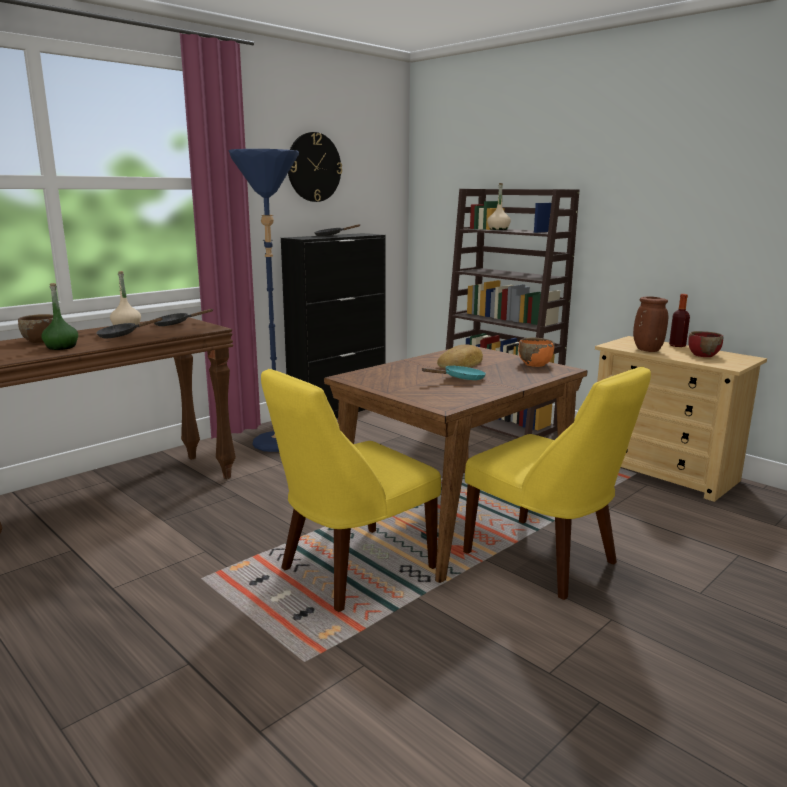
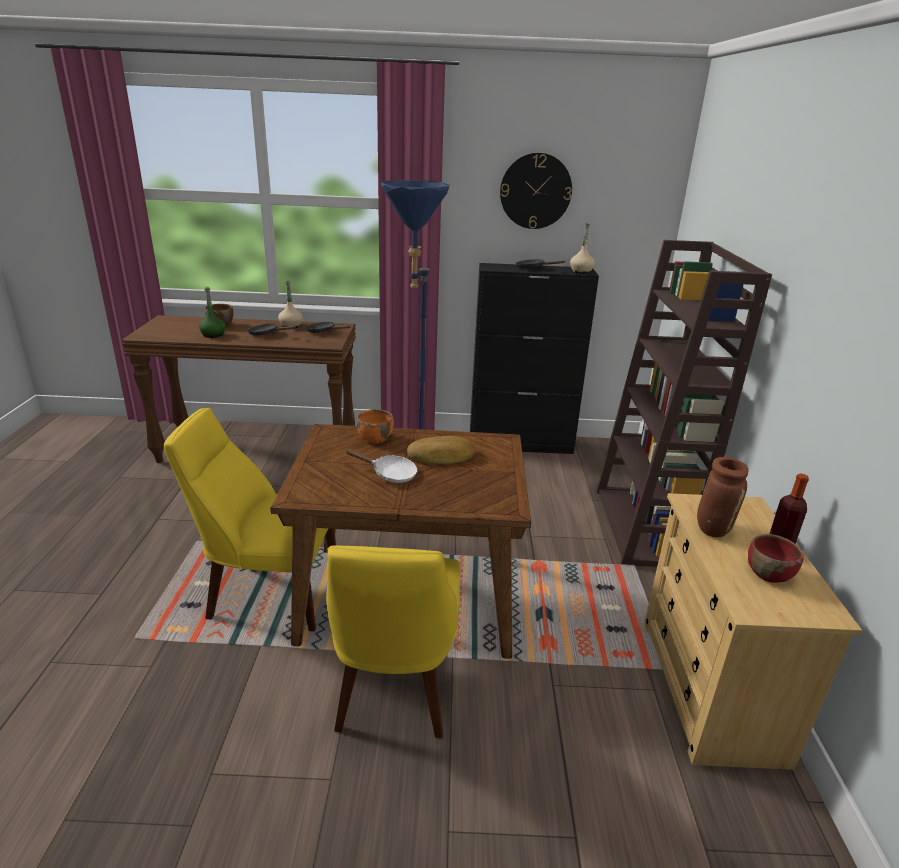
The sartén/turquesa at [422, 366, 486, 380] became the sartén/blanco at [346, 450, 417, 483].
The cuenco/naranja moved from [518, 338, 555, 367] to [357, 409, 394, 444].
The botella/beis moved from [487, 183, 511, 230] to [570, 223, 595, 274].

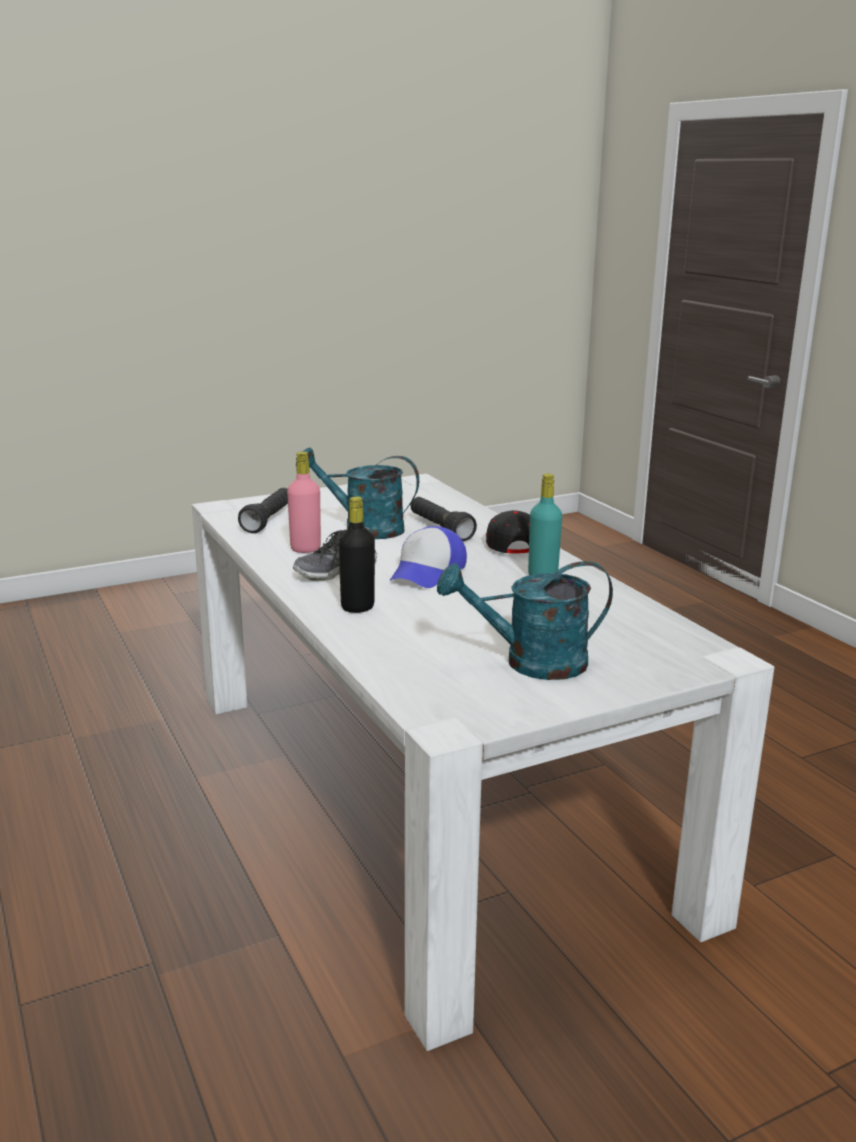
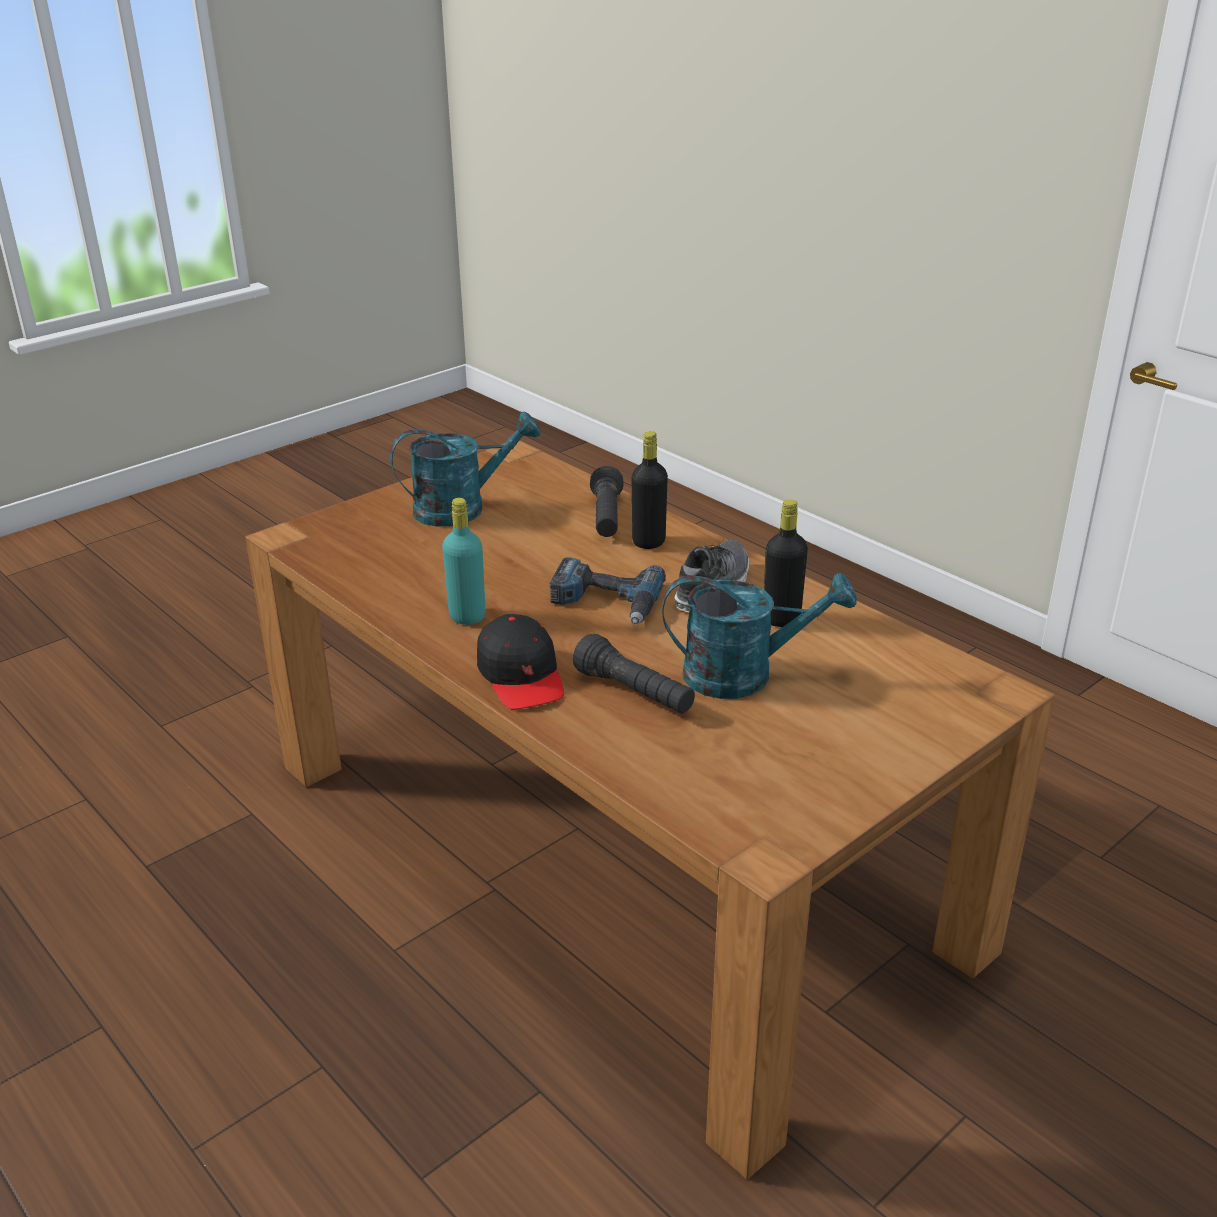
The mesa de comedor/blanco at [192, 474, 775, 1051] became the mesa de comedor/marrón at [245, 440, 1055, 1180].
The gorra at [389, 526, 467, 588] was replaced by the taladro at [549, 557, 666, 625].
The linterna/negro moved from [238, 488, 288, 533] to [590, 466, 624, 537].
The botella/rosa at [287, 452, 321, 553] became the botella/negro at [764, 500, 808, 627].

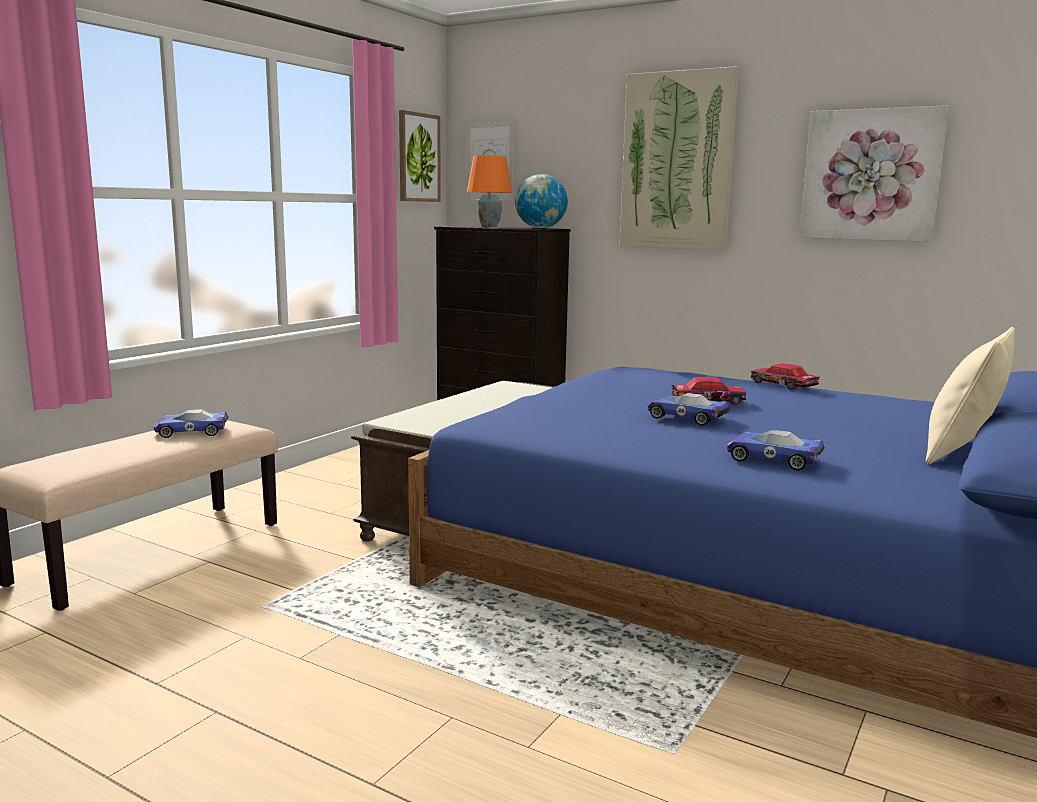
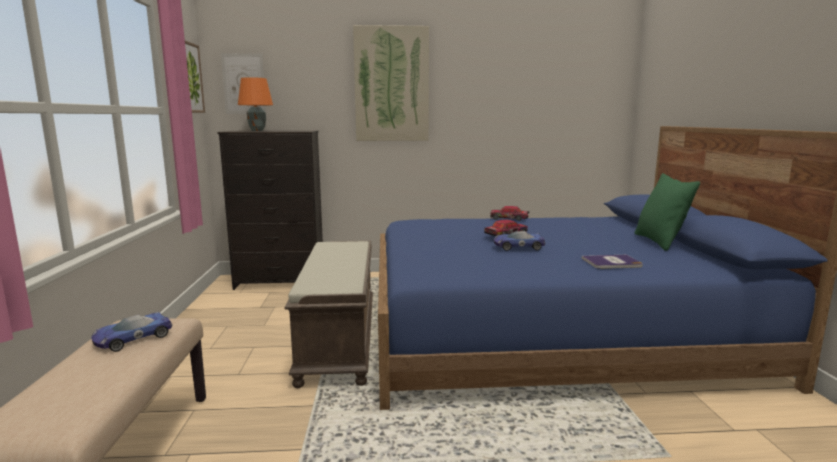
The coche de juguete at [727, 430, 825, 470] was replaced by the libro at [582, 255, 643, 269].
The cojín/beis at [926, 327, 1015, 465] became the cojín/verde at [635, 173, 700, 251].
The globo terráqueo at [515, 174, 568, 228] disappeared.
The cuadro at [800, 105, 949, 242] disappeared.

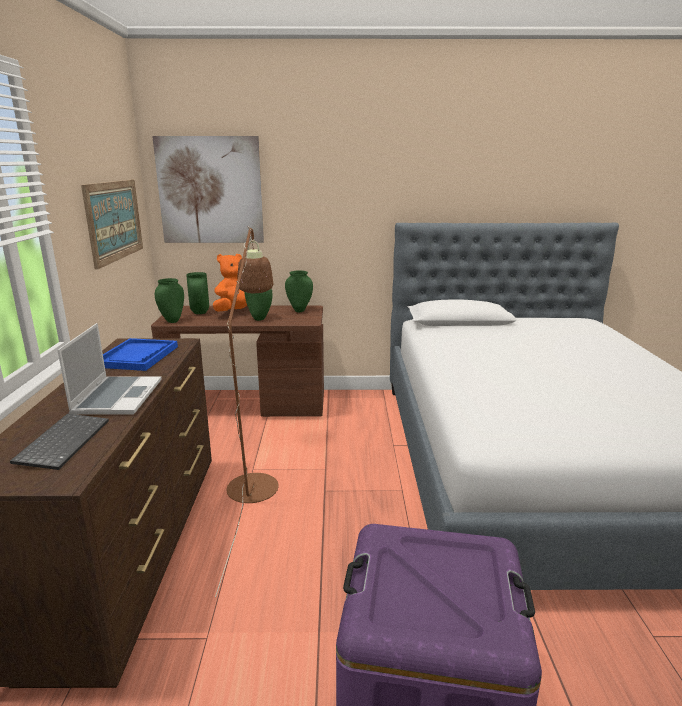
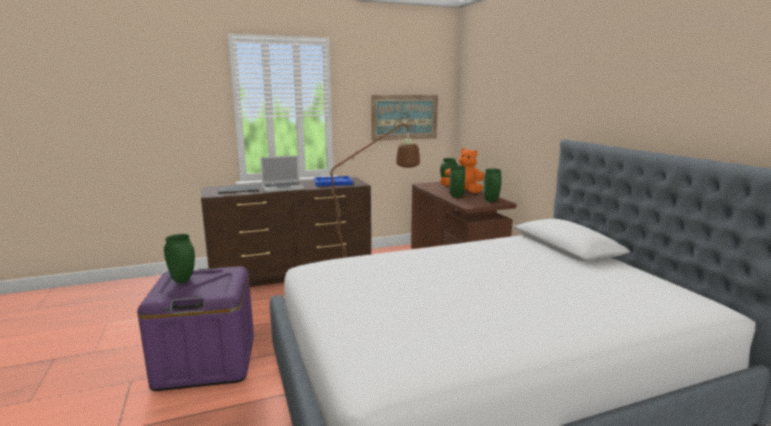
The florero/verde moved from [155, 278, 184, 323] to [164, 234, 195, 283].
The cuadro at [152, 136, 264, 243] disappeared.

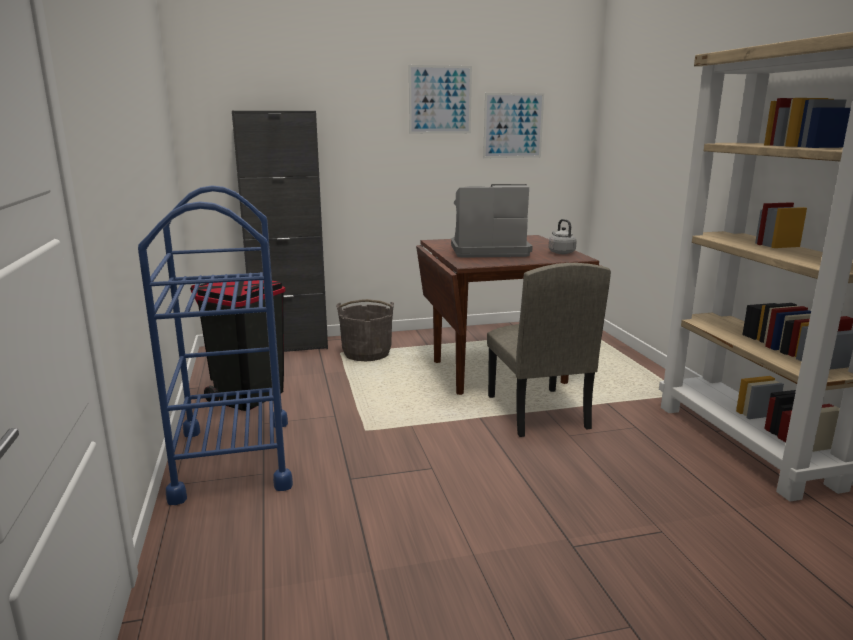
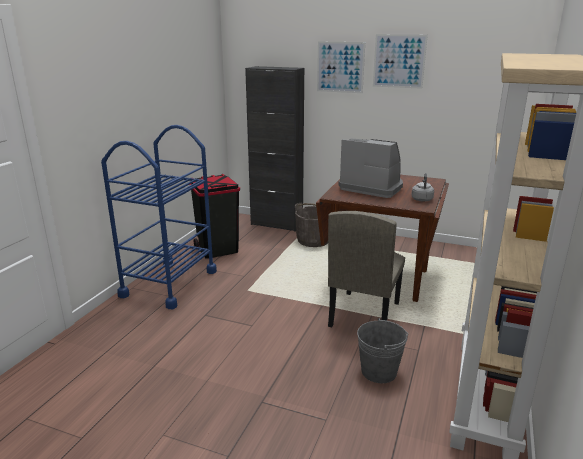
The cuadro moved from [483, 93, 544, 158] to [317, 42, 365, 93].
The cubo/gris at [357, 318, 408, 383] appeared.

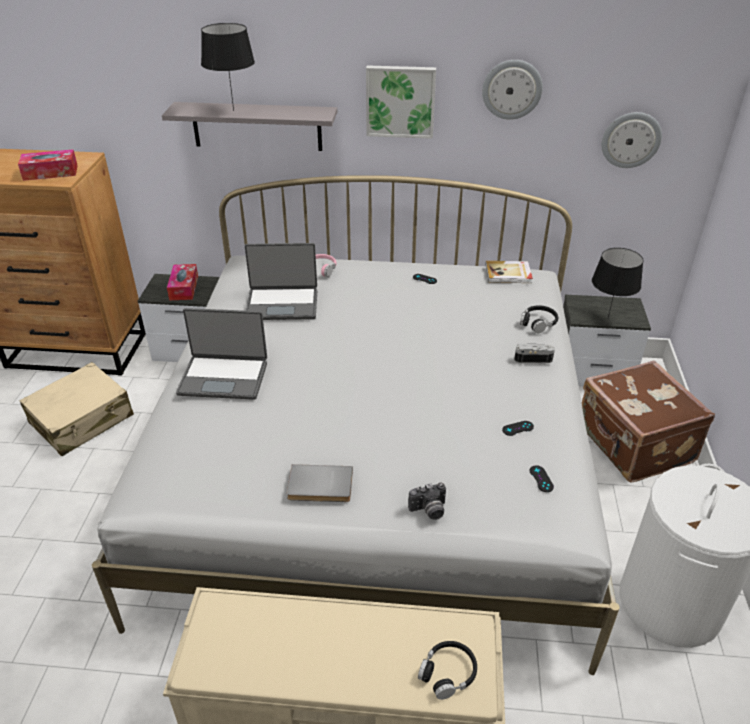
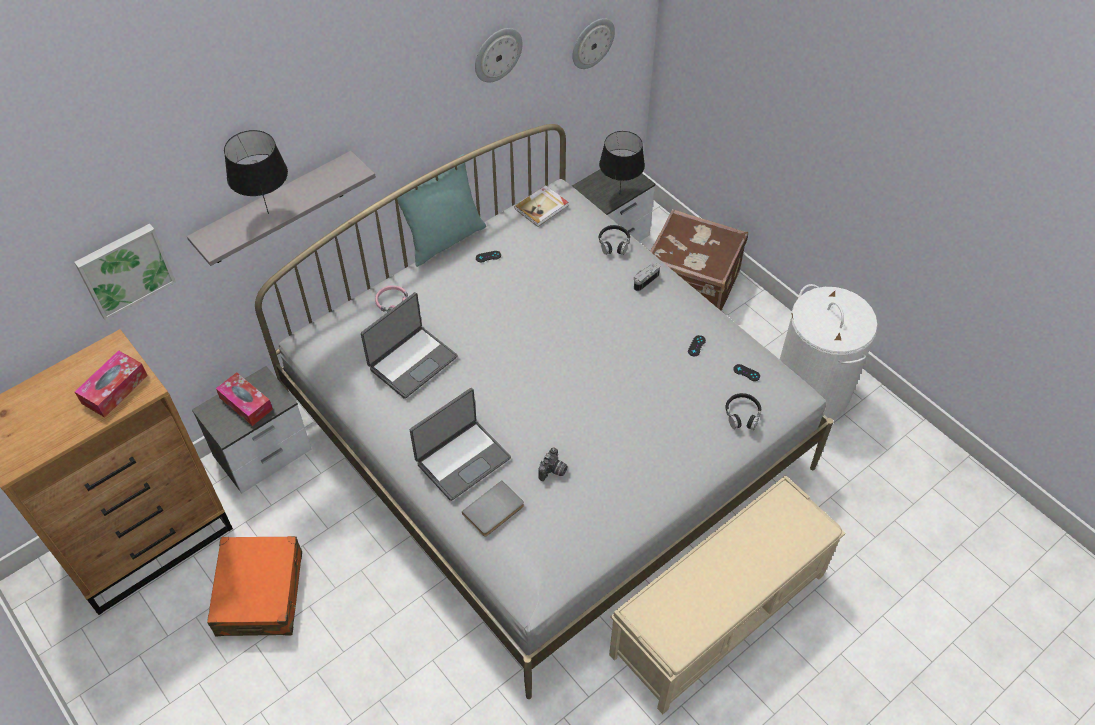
The cuadro moved from [366, 65, 436, 139] to [74, 224, 176, 320].
The maleta/beis at [19, 362, 134, 456] became the maleta/naranja at [207, 536, 302, 636].
The cojín/turquesa at [397, 154, 486, 267] appeared.
The libro/gris moved from [287, 464, 353, 502] to [462, 480, 524, 537].
The cámara moved from [408, 482, 446, 520] to [538, 447, 568, 481].
The auriculares/negro moved from [418, 641, 477, 700] to [725, 393, 761, 430].

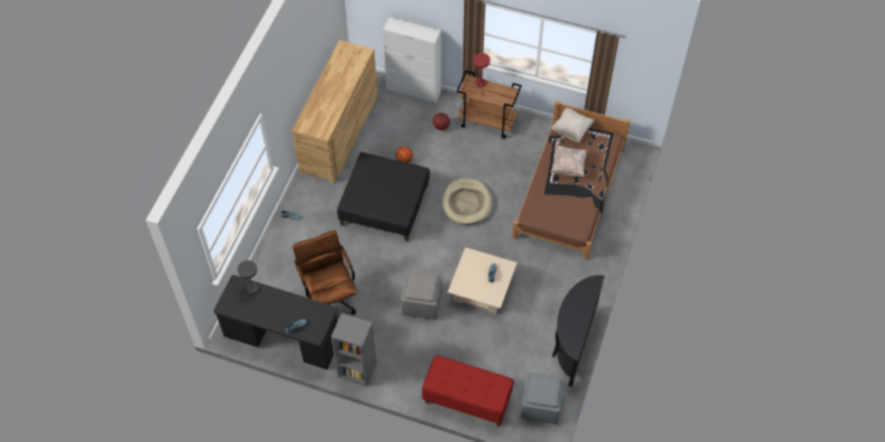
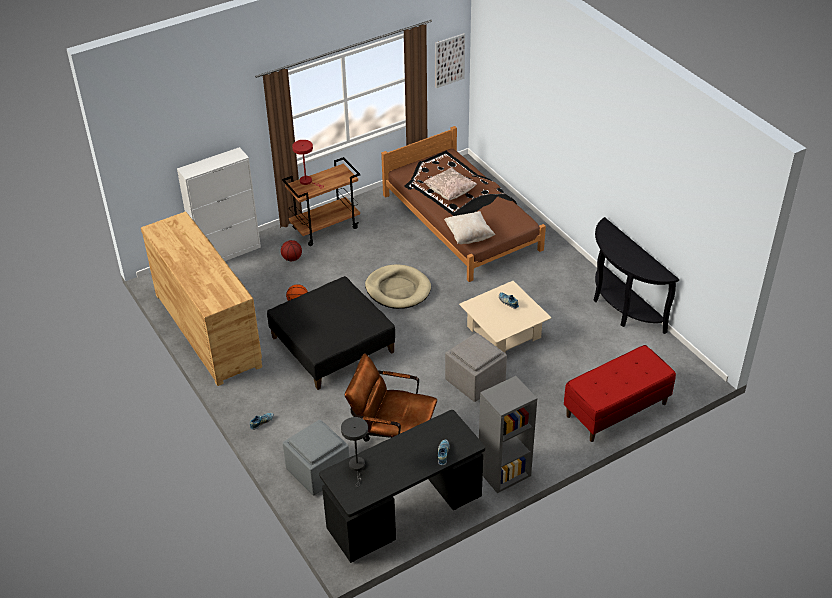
The puf/gris moved from [521, 372, 564, 424] to [283, 420, 349, 495].
The cuadro at [435, 33, 465, 88] appeared.
The cojín/beis moved from [550, 108, 594, 143] to [444, 211, 495, 244].

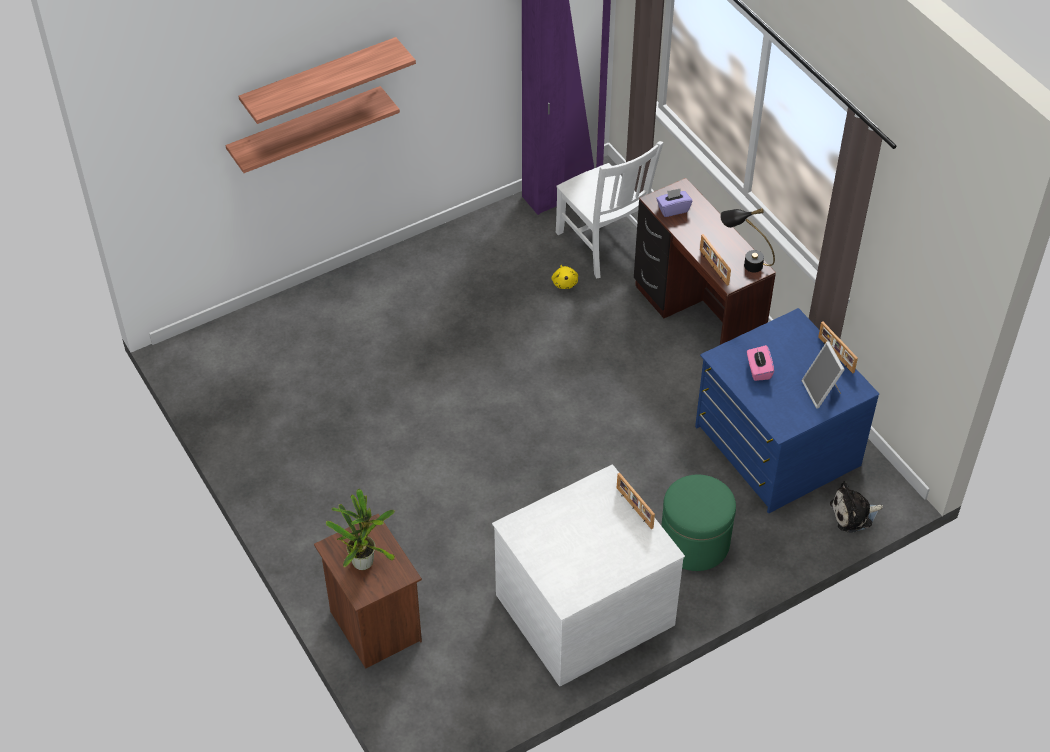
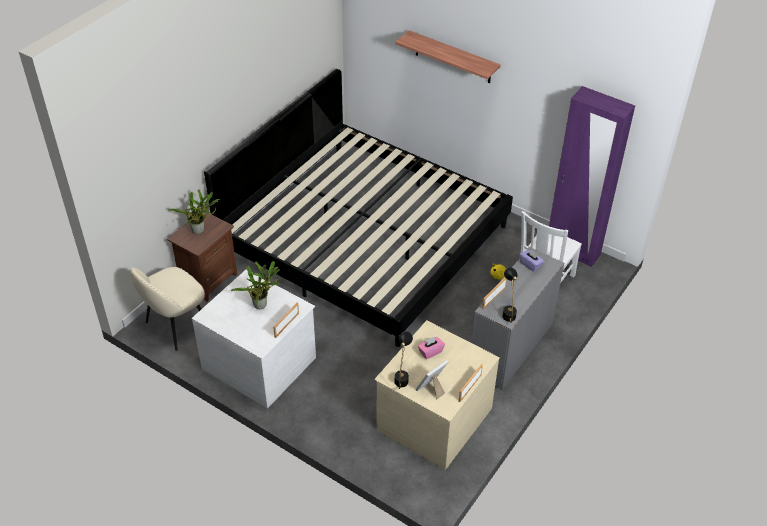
The silla/beis at [130, 267, 205, 351] appeared.
The cama at [204, 69, 513, 347] appeared.
The planta en maceta at [231, 261, 280, 309] appeared.
The cómoda/azul at [695, 308, 879, 513] became the cómoda/beis at [374, 320, 500, 470].
The lámpara de mesa/negro at [394, 331, 413, 389] appeared.
The escritorio/marrón at [634, 178, 776, 345] became the escritorio/gris at [471, 247, 564, 390].
The estante at [225, 86, 400, 173] disappeared.
The puf/verde at [661, 475, 736, 571] disappeared.
The peluche at [830, 481, 883, 533] disappeared.

